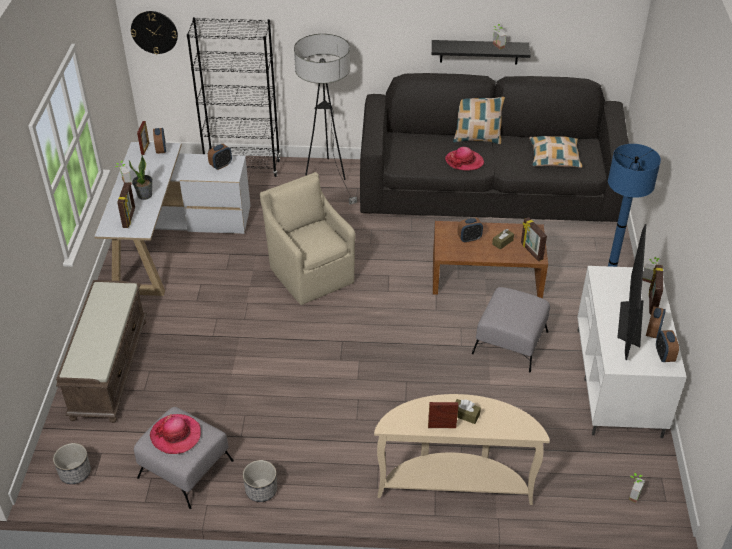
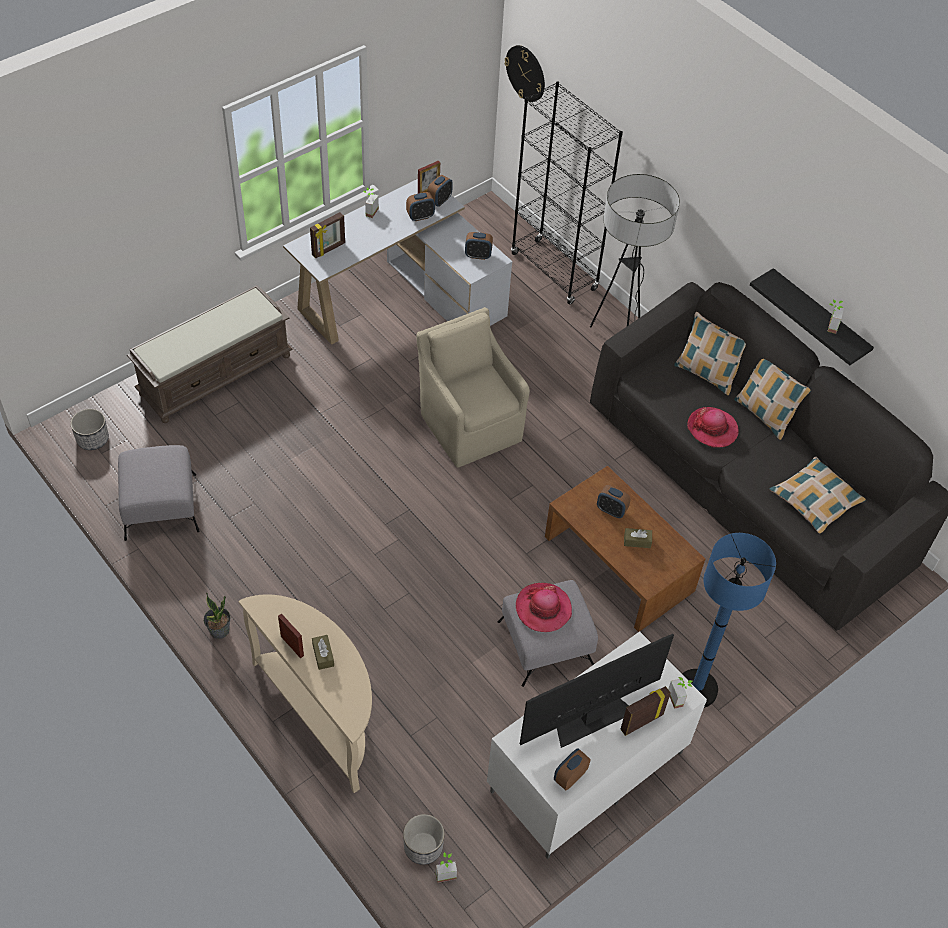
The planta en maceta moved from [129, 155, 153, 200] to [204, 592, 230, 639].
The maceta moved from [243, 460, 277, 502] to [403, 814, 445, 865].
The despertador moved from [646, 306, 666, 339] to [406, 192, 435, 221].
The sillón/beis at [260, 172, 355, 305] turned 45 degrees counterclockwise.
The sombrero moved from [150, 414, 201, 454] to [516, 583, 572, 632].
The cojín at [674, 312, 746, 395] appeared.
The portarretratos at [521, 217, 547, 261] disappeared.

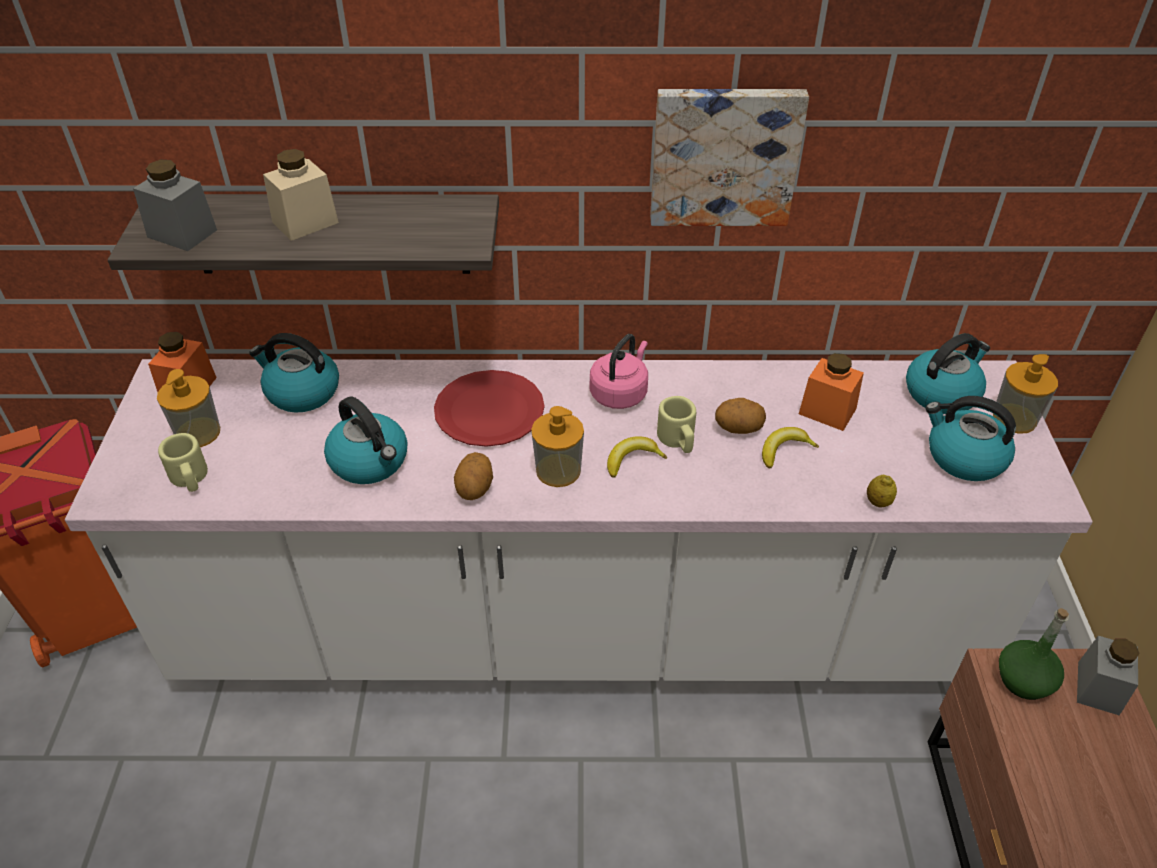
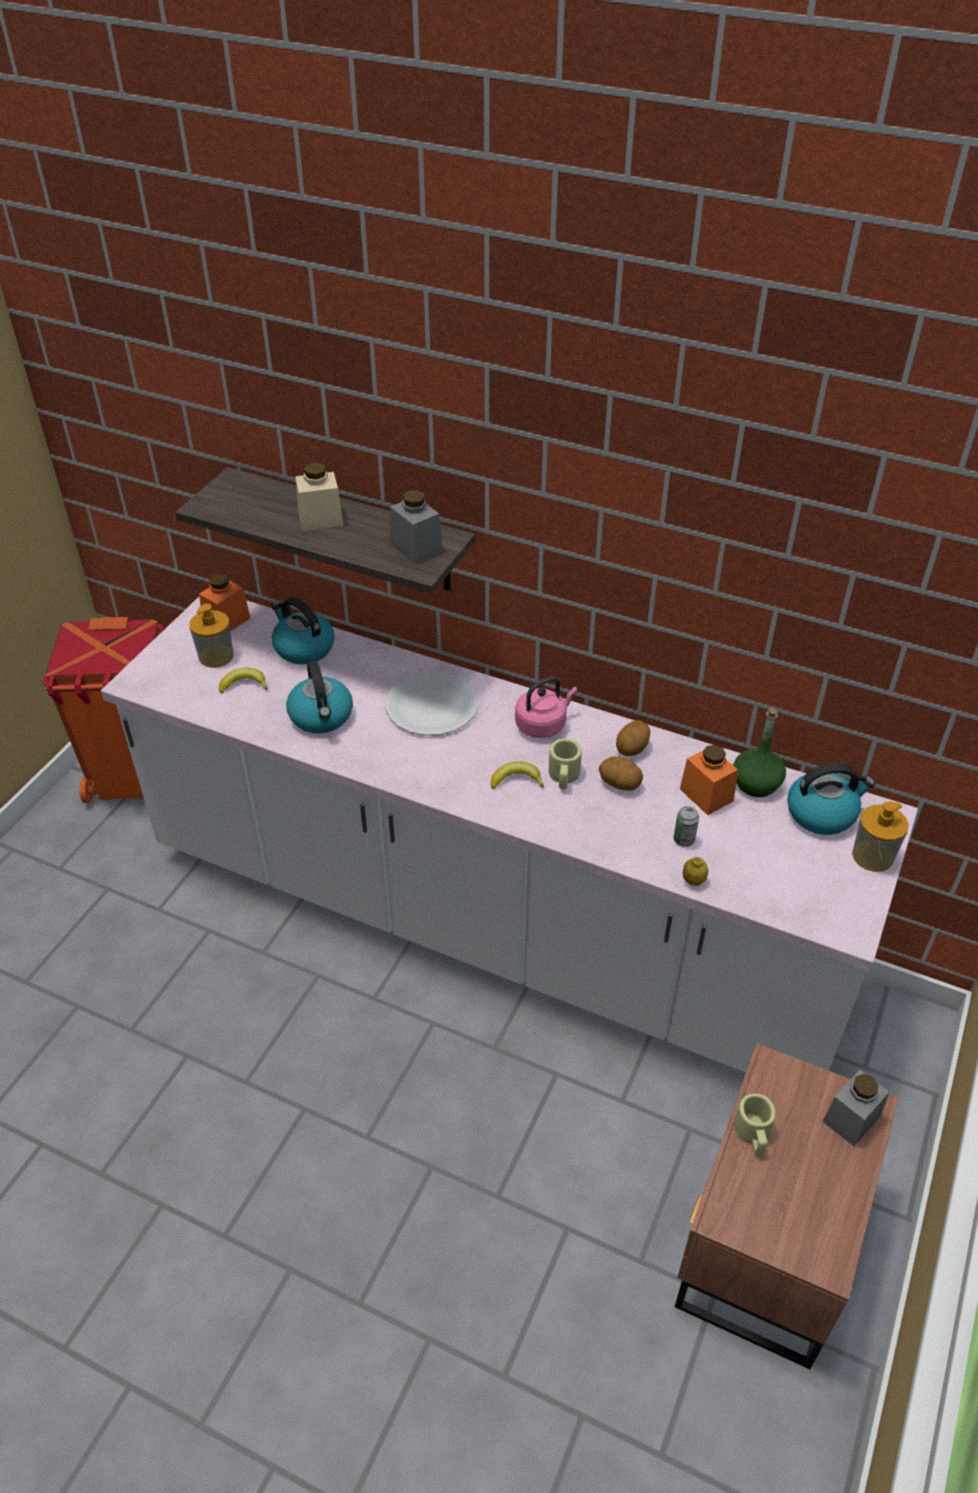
The plátano moved from [762, 427, 819, 468] to [219, 667, 268, 693].
The plato/rojo at [434, 370, 545, 447] became the plato/blanco at [385, 672, 478, 736].
The tarro/gris moved from [133, 160, 217, 251] to [390, 490, 443, 564].
The patata moved from [454, 452, 493, 500] to [616, 720, 650, 756].
The lata at [673, 806, 699, 847] appeared.
The botella/verde moved from [999, 608, 1069, 700] to [733, 708, 786, 797].
The taza grande/beis moved from [158, 433, 208, 492] to [734, 1094, 776, 1155].
The dispensador de jabón at [531, 406, 584, 487] disappeared.
The cuadro at [650, 89, 809, 226] disappeared.
The hervidor at [926, 396, 1016, 481] disappeared.

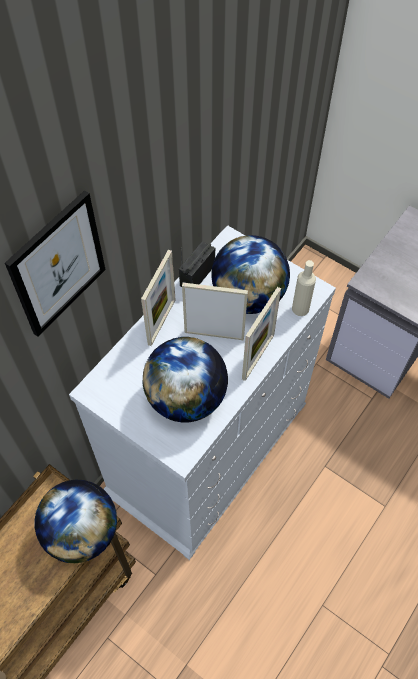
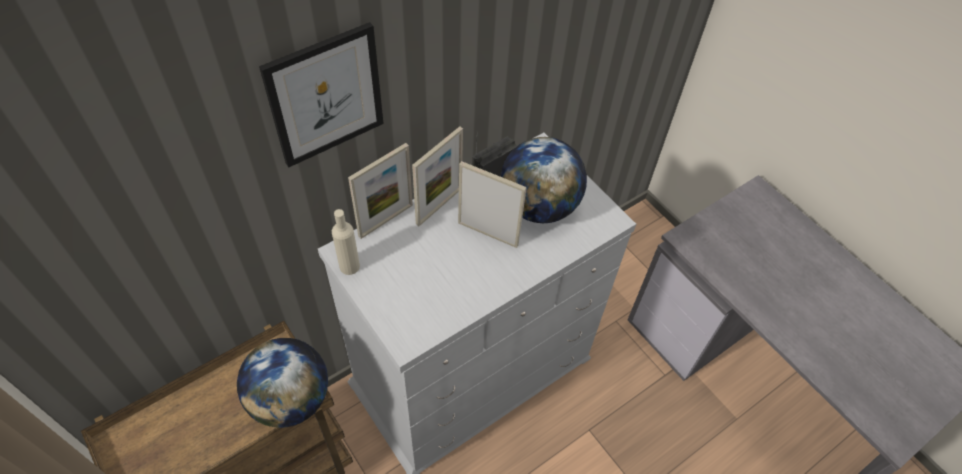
The botella/beis moved from [292, 260, 316, 316] to [332, 209, 360, 275].
The portarretratos moved from [242, 287, 281, 381] to [348, 143, 413, 239].
The globo terráqueo at [143, 337, 228, 422] disappeared.

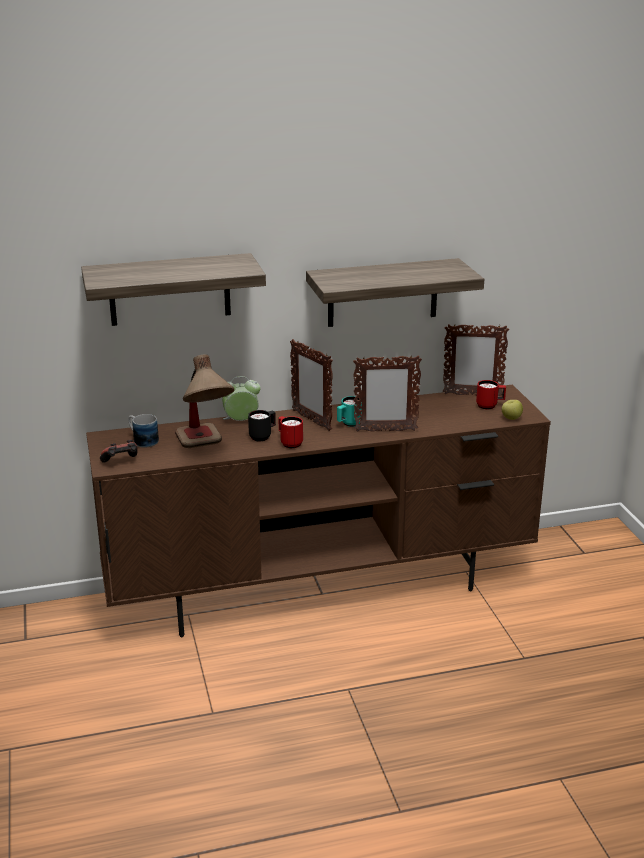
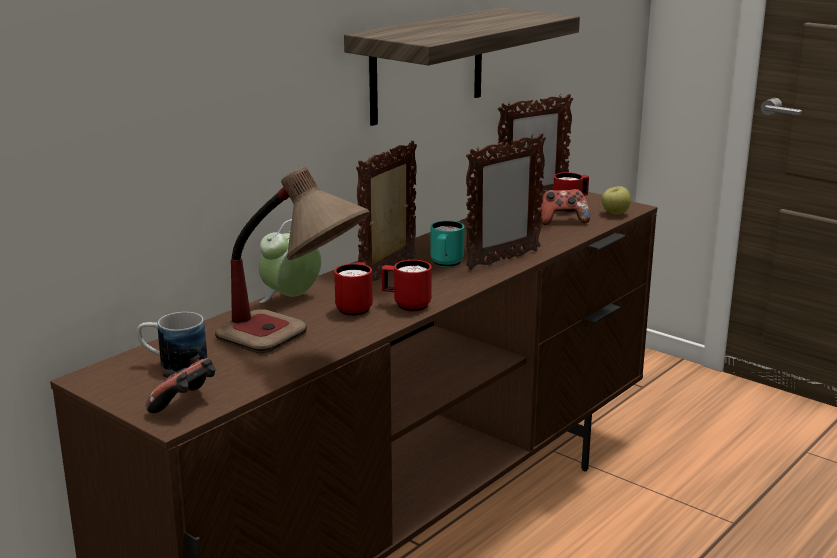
The taza grande/negro at [248, 410, 276, 442] became the taza grande/rojo at [334, 262, 373, 316].
The portarretratos at [290, 339, 333, 431] turned 105 degrees clockwise.
The mando de consola at [541, 189, 590, 225] appeared.
The estante at [81, 253, 266, 326] disappeared.

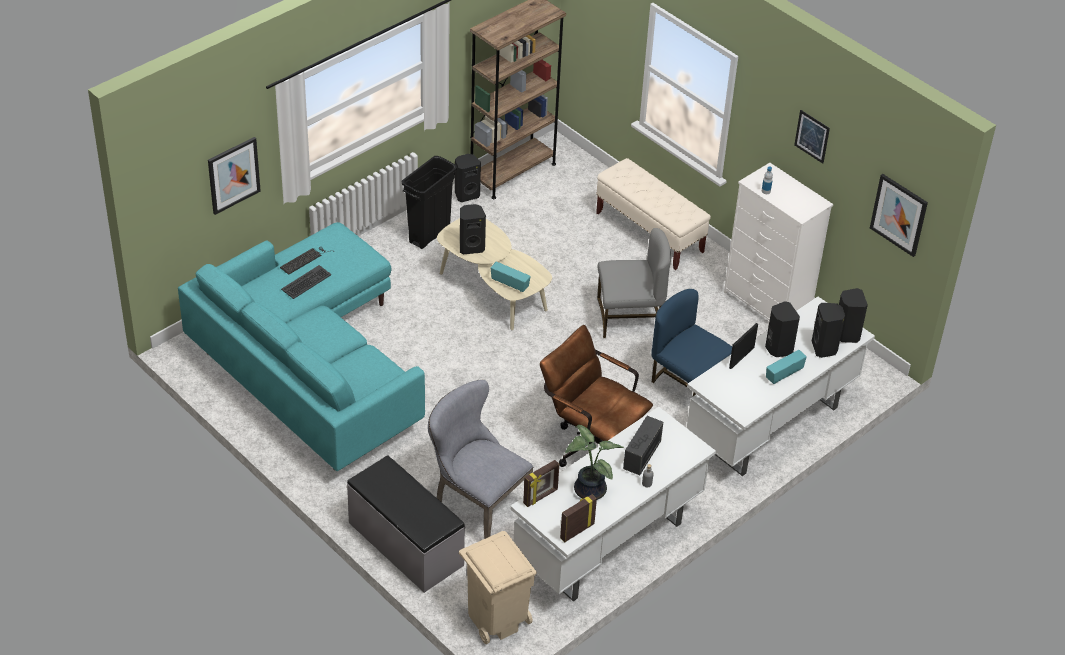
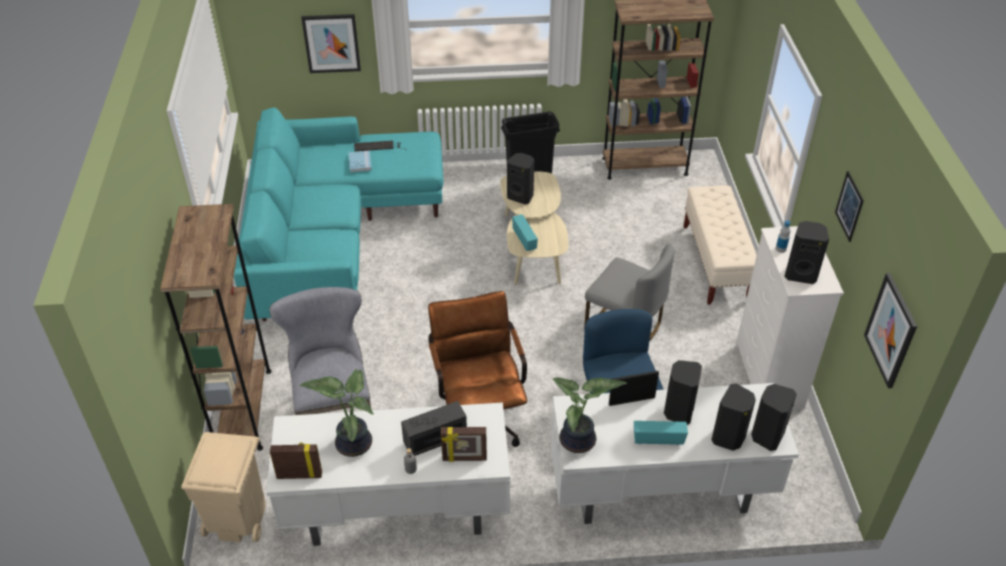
The banco/gris at [347, 455, 465, 593] was replaced by the estantería/marrón at [160, 204, 272, 451].
The teclado at [281, 265, 332, 299] was replaced by the libro/azul at [349, 151, 372, 172].
The portarretratos moved from [523, 460, 559, 507] to [441, 427, 487, 462].
The planta en maceta at [553, 377, 627, 453] appeared.
The altavoz/negro moved from [455, 154, 481, 202] to [784, 221, 829, 284].

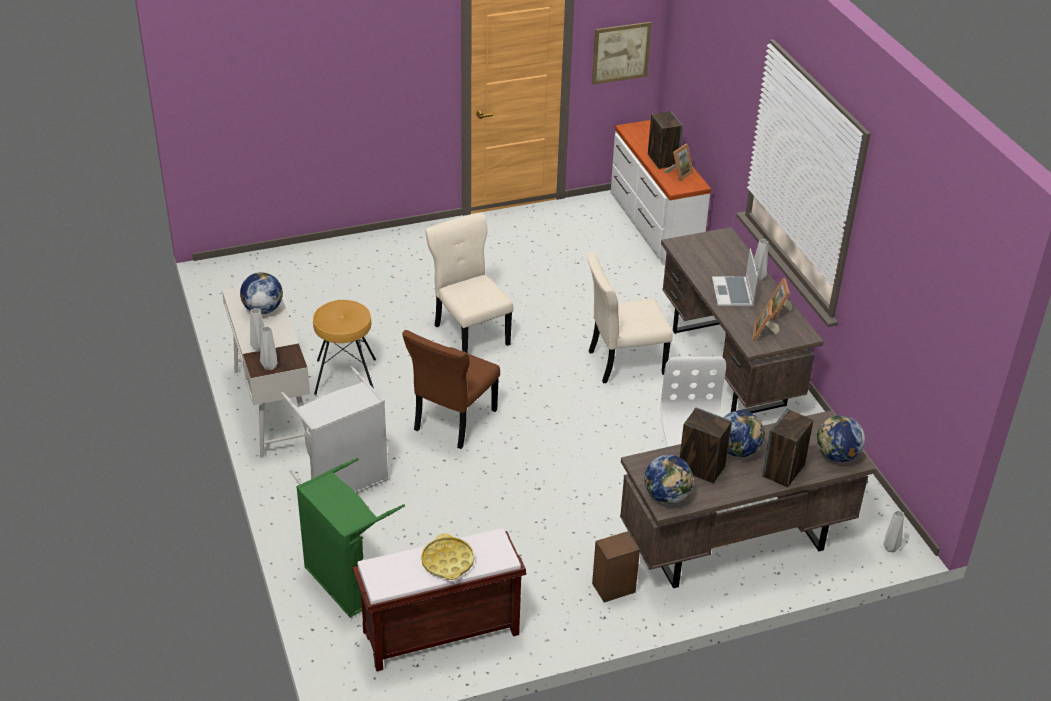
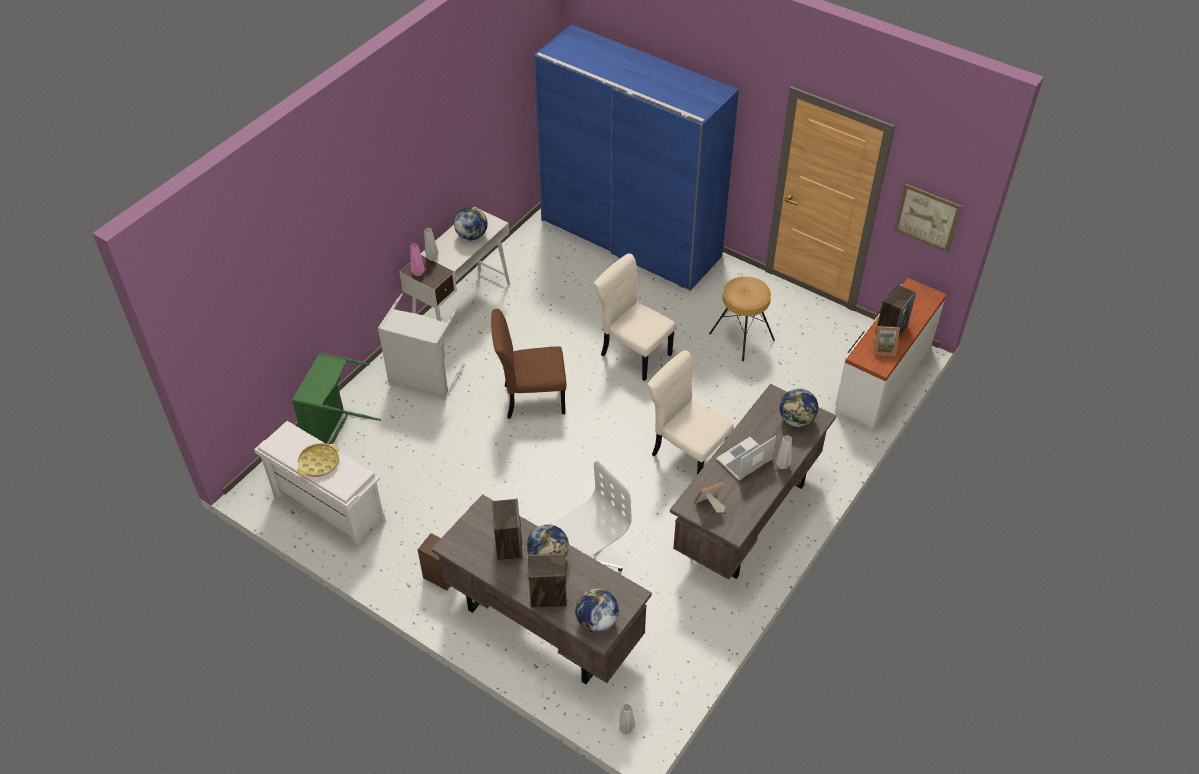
The banco/marrón at [352, 528, 526, 671] became the banco/blanco at [254, 421, 385, 549].
The florero/gris at [260, 326, 277, 370] became the florero/rosa at [410, 243, 425, 276].
The armario ropero/azul at [534, 25, 739, 291] appeared.
The silla/beis at [425, 213, 513, 353] turned 75 degrees counterclockwise.
The taburete/marrón moved from [313, 300, 376, 395] to [709, 276, 775, 361].
The globo terráqueo moved from [644, 455, 694, 504] to [780, 388, 818, 427].
The portarretratos at [771, 278, 792, 320] disappeared.

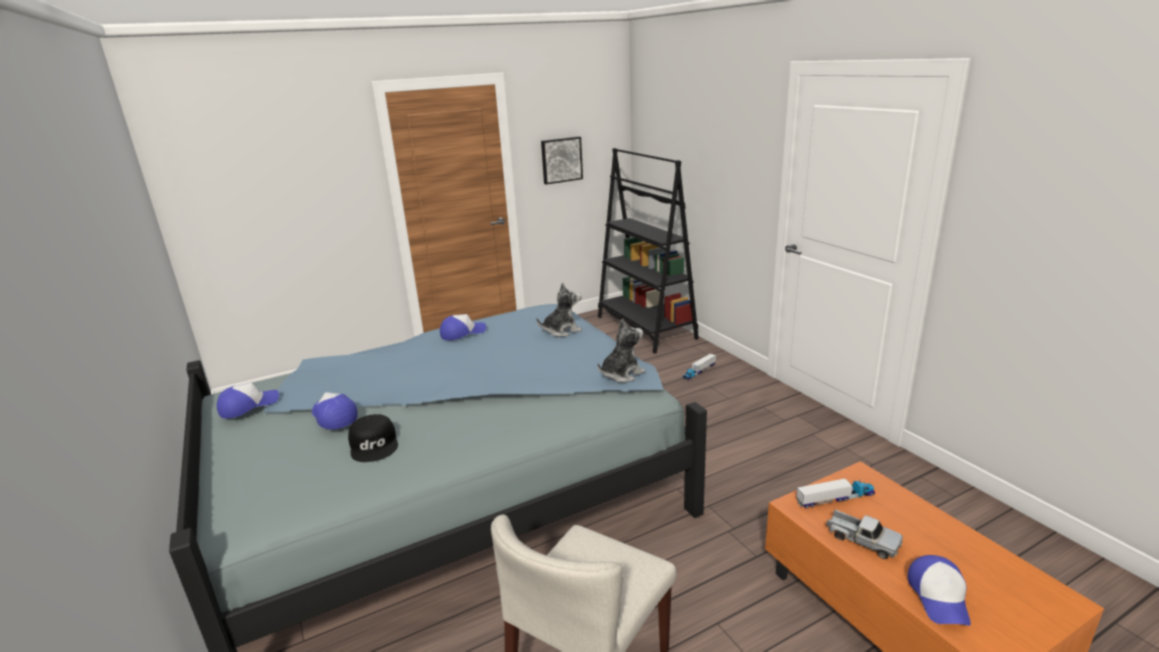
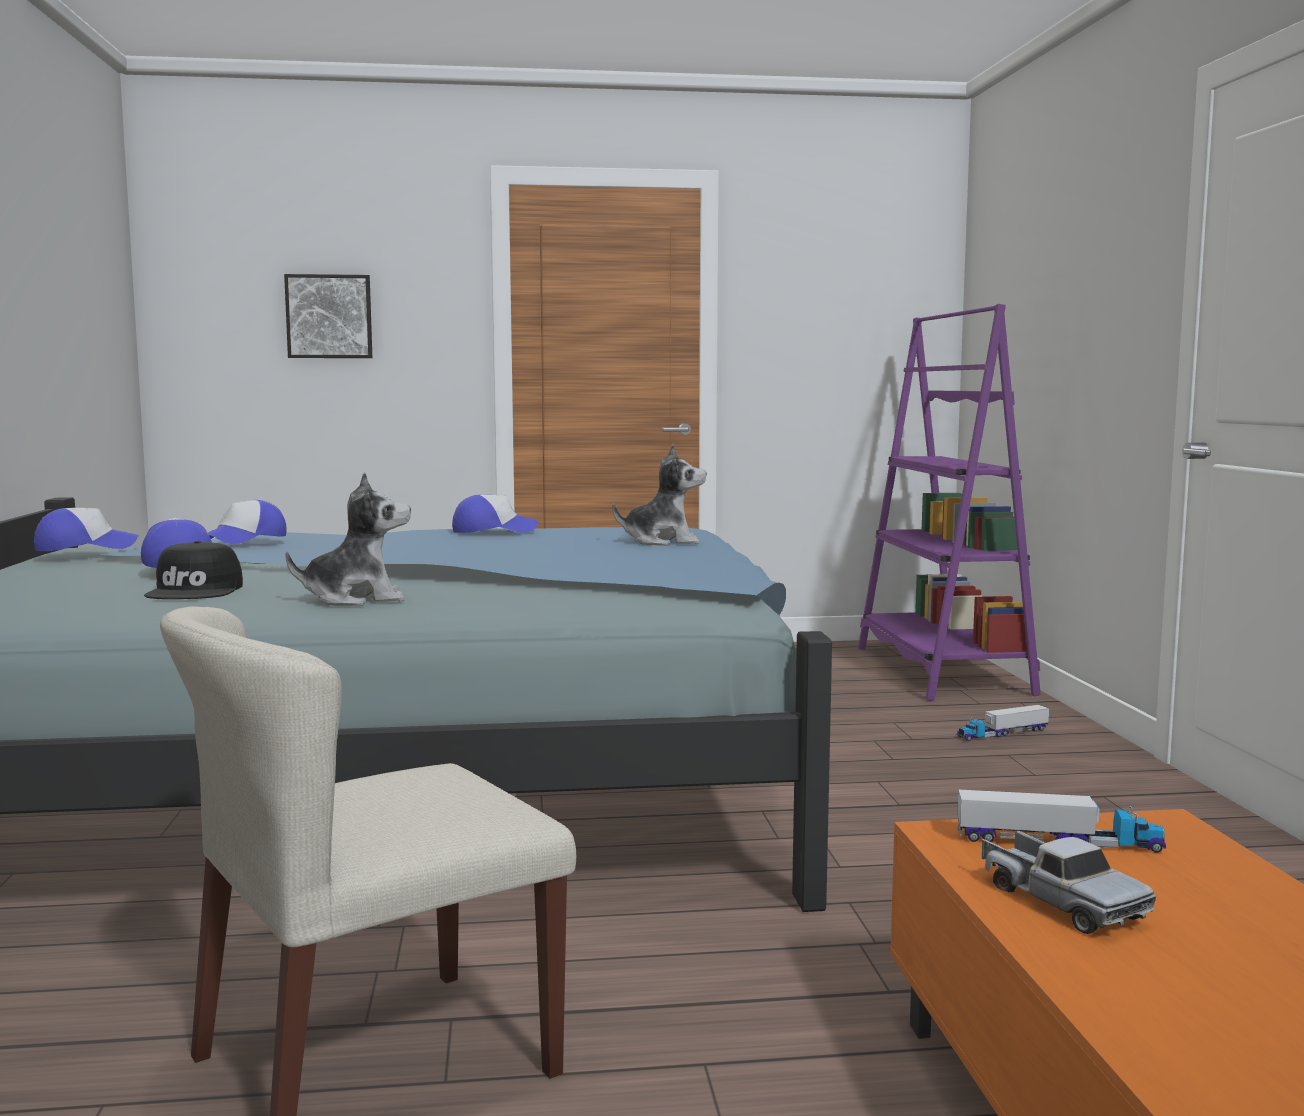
The gorra moved from [908, 555, 971, 626] to [208, 500, 287, 544].
The cuadro moved from [541, 136, 583, 185] to [284, 274, 372, 358].
The peluche moved from [597, 318, 645, 383] to [286, 472, 411, 606].
The estantería/negro at [598, 148, 699, 353] became the estantería/morado at [858, 304, 1041, 701].

